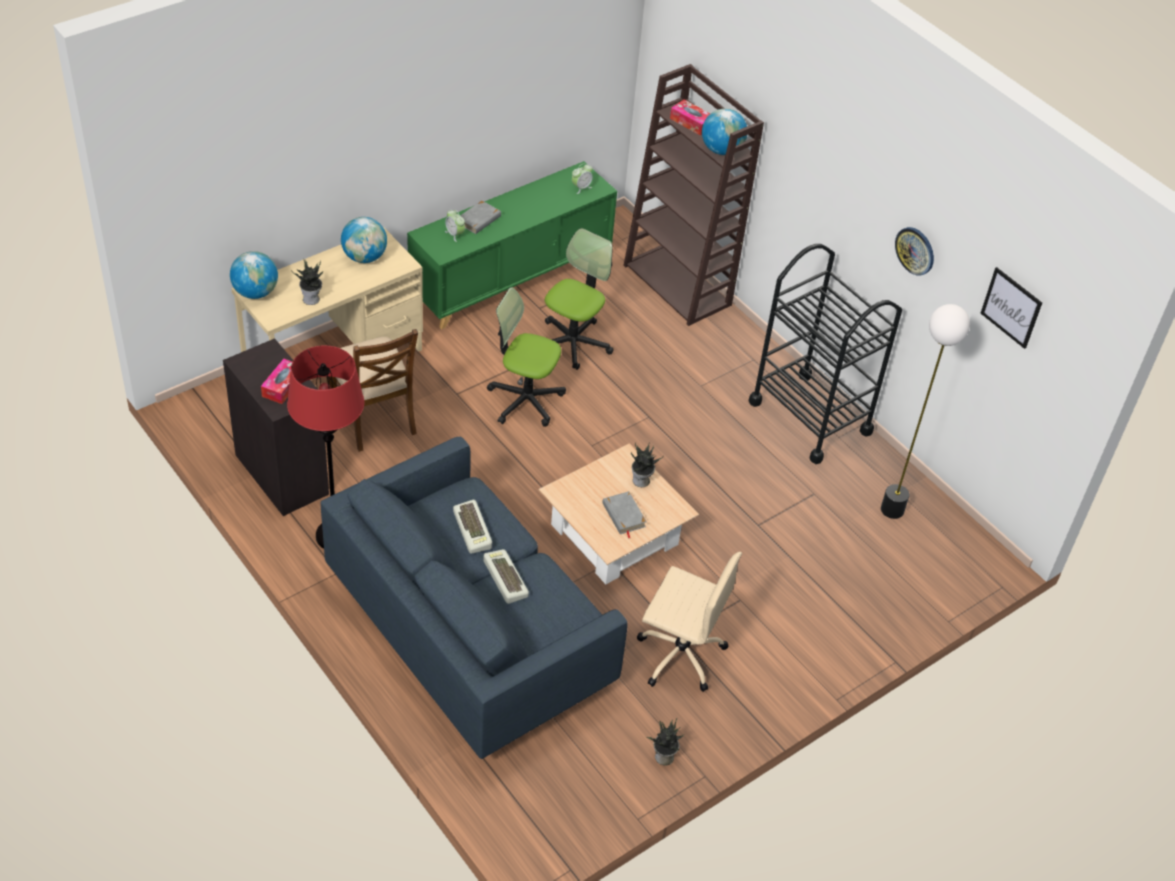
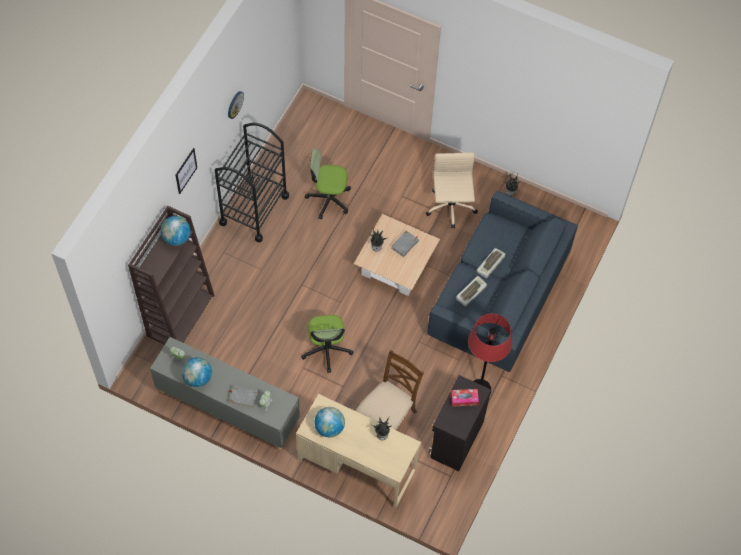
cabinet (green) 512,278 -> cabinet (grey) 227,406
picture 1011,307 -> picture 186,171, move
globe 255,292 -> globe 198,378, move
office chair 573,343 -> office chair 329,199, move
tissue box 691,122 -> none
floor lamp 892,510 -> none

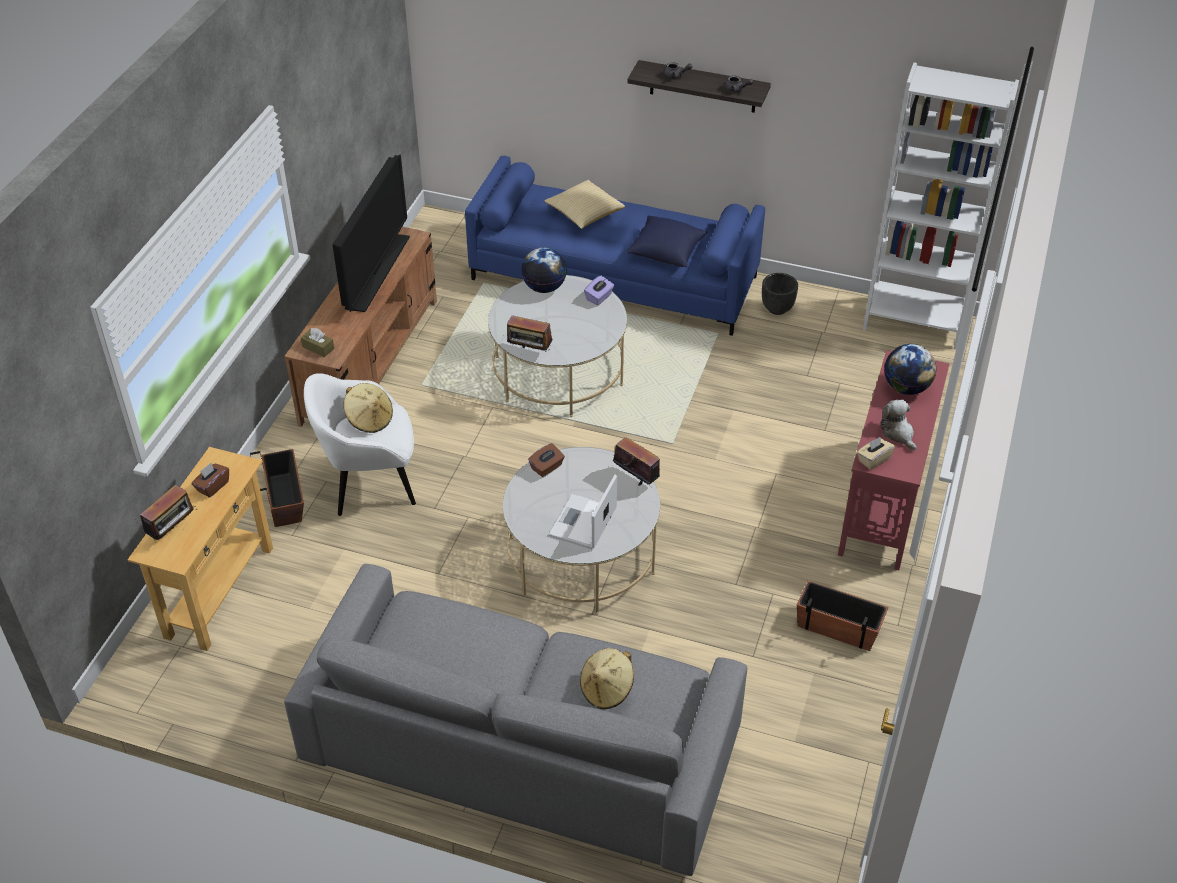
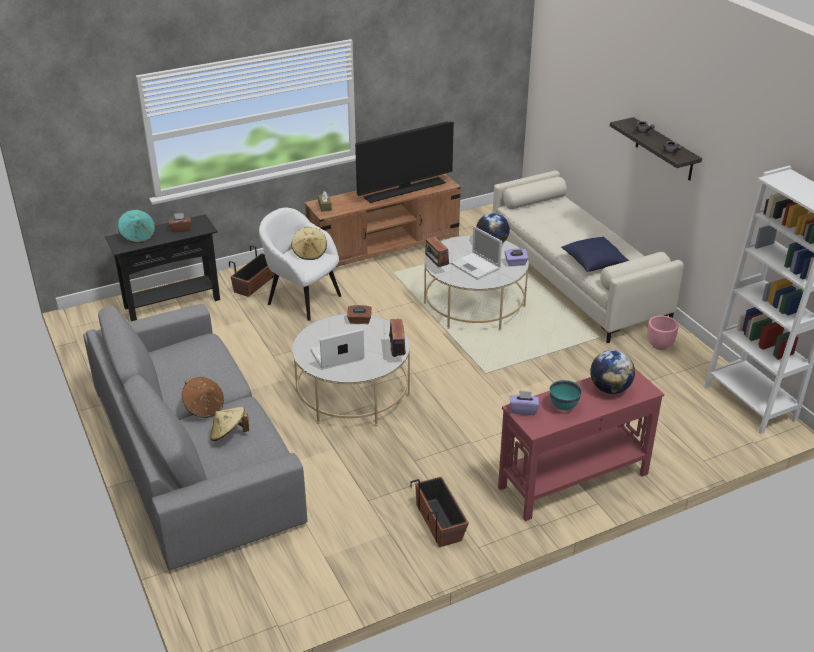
console table (beige) 219,592 -> console table (black) 172,303
radio 173,531 -> hat (turquoise) 138,236
none -> hat (brown) 204,407
none -> laptop 476,266
sofa (blue) 615,278 -> sofa (beige) 577,279
tissue box (beige) 873,459 -> tissue box (purple) 523,410
plush toy 898,433 -> bowl (turquoise) 563,407
planter (black) 777,309 -> planter (pink) 660,345
pillow 584,213 -> none

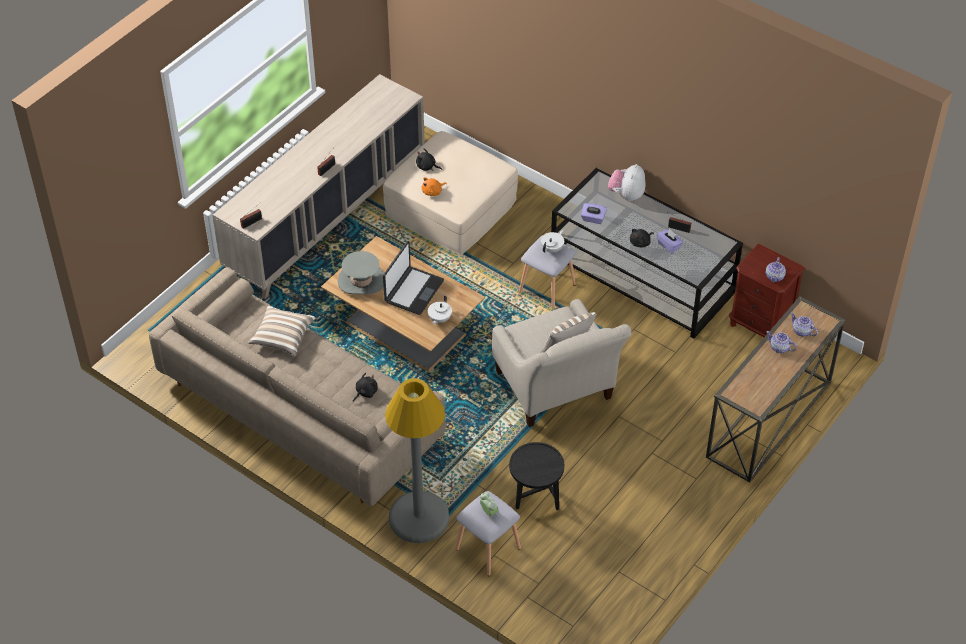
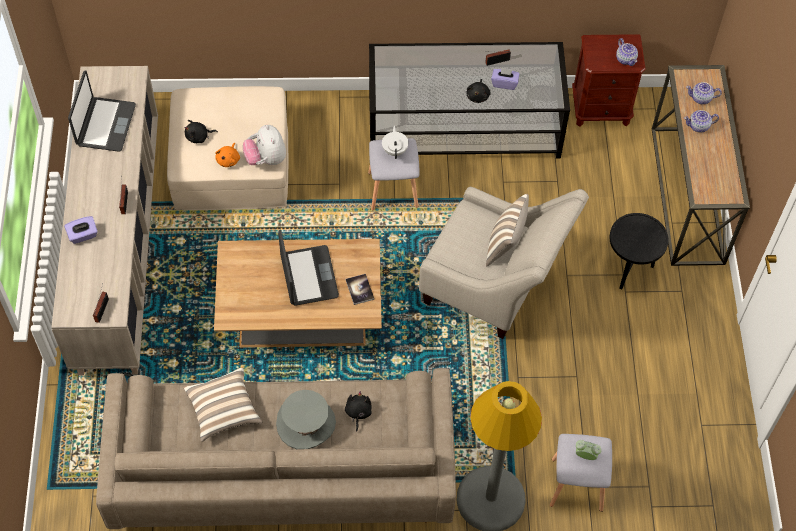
tissue box (purple) 593,219 -> tissue box (purple) 83,235, move
none -> laptop 105,125
plush toy 626,194 -> plush toy 266,159, move
hat (grey) 361,280 -> hat (grey) 306,423, move
teapot (white) 439,319 -> book 359,289
side table (black) 535,501 -> side table (black) 628,271, move

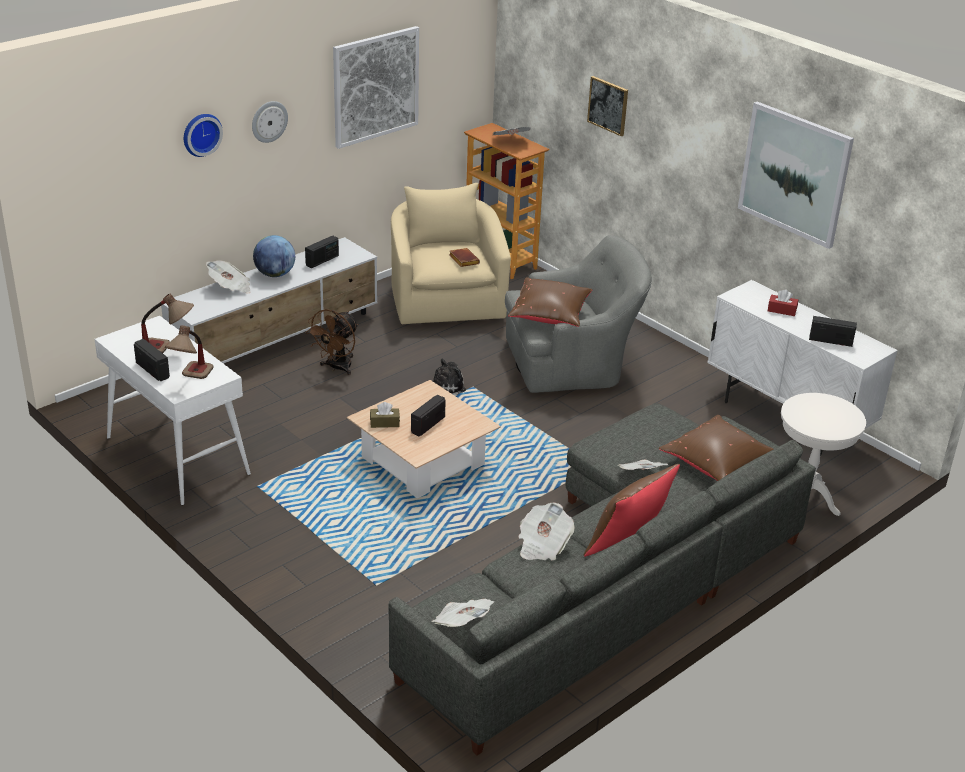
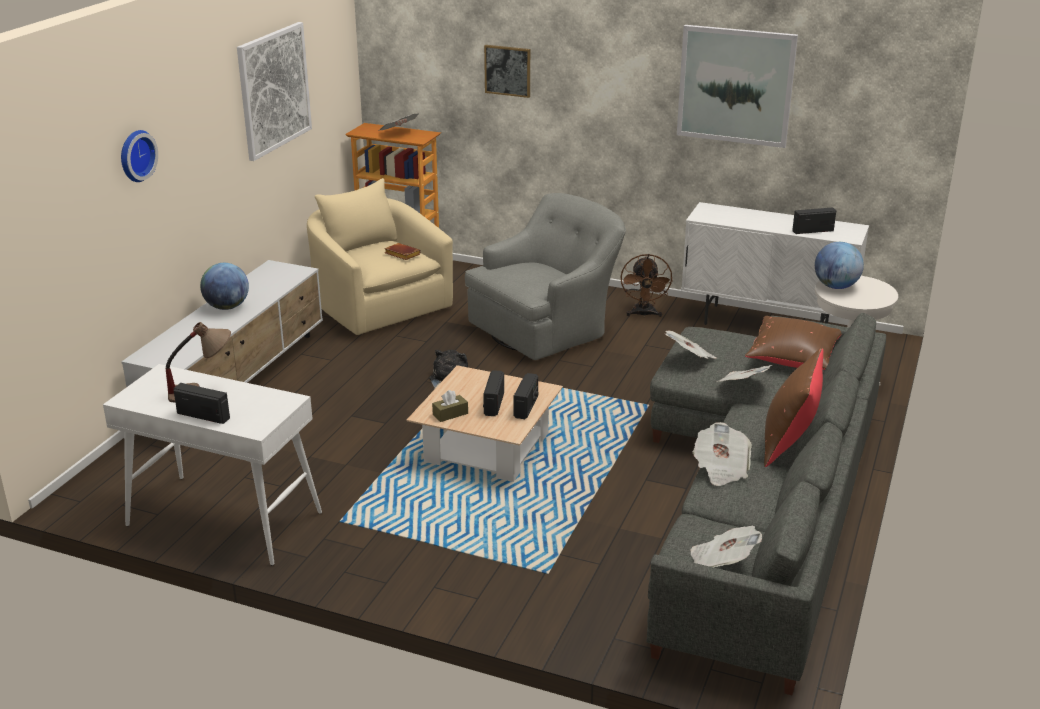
radio 322,260 -> radio 526,407, move
fan (brown) 337,368 -> fan (brown) 644,314, move
newspaper 230,287 -> newspaper 689,358, move
none -> globe 836,286
table lamp 192,379 -> none
wall clock 269,121 -> none
pillow (brown) 550,316 -> none
tissue box (red) 781,310 -> none

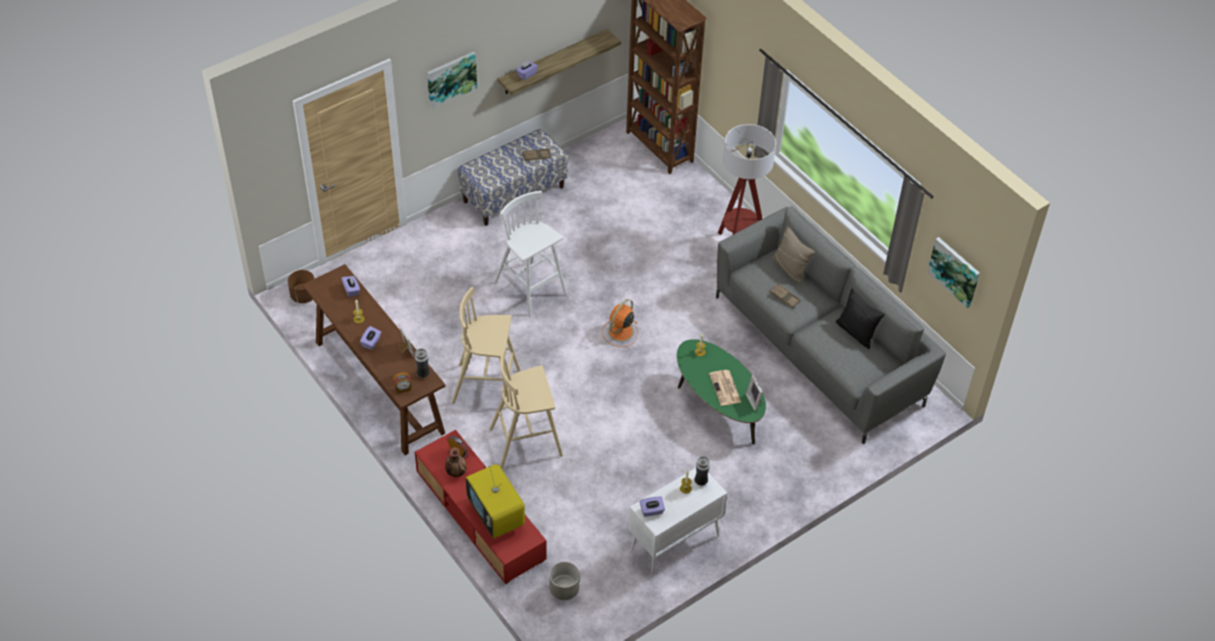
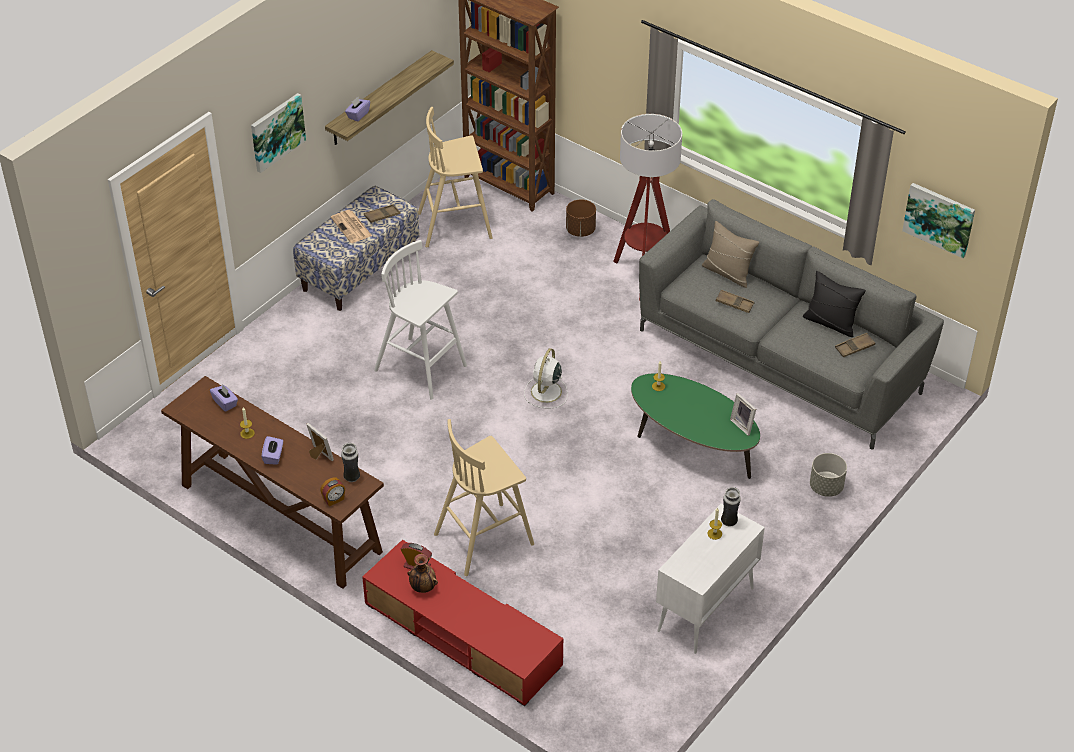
newspaper 725,388 -> newspaper 352,227, move
stool (beige) 487,386 -> stool (beige) 456,225, move
fan (orange) 620,332 -> fan (white) 545,392
planter (brown) 303,296 -> planter (brown) 580,230, move
planter (grey) 564,589 -> planter (grey) 825,487, move
none -> tray (brown) 854,347
television 496,516 -> none
tissue box (purple) 652,511 -> none

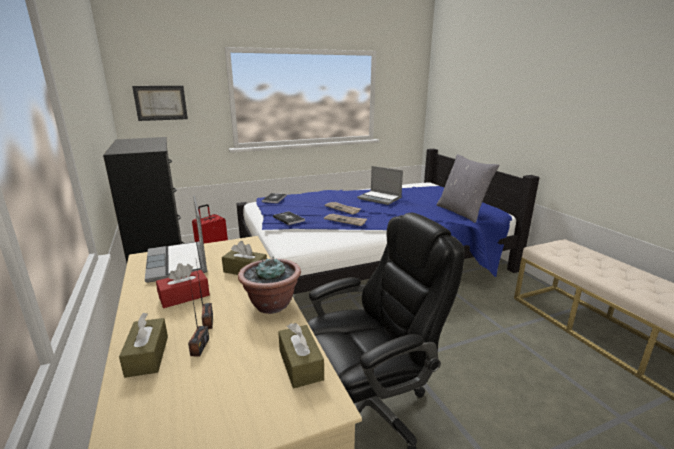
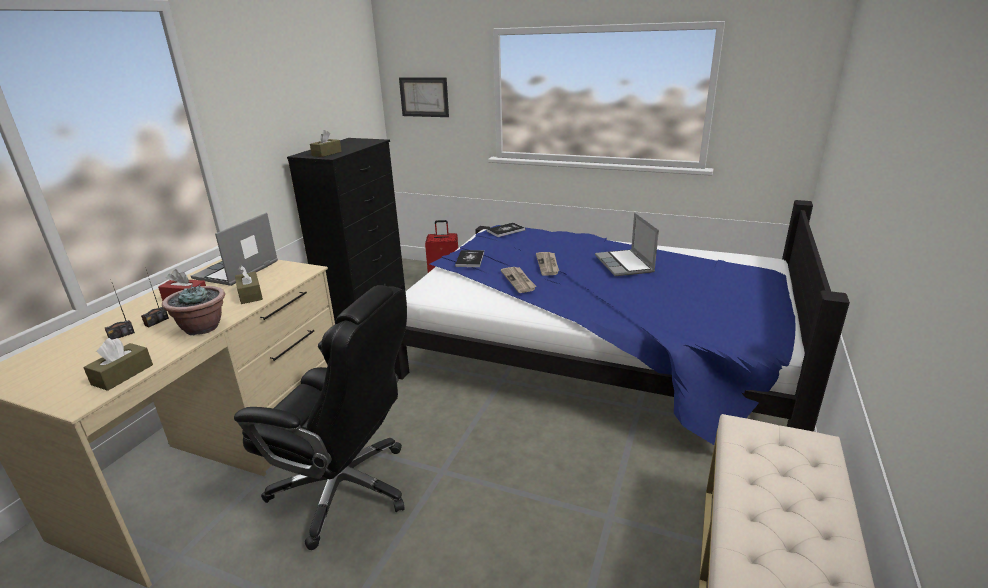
tissue box (brown) 147,356 -> tissue box (brown) 326,153, move
pillow (grey) 462,212 -> none

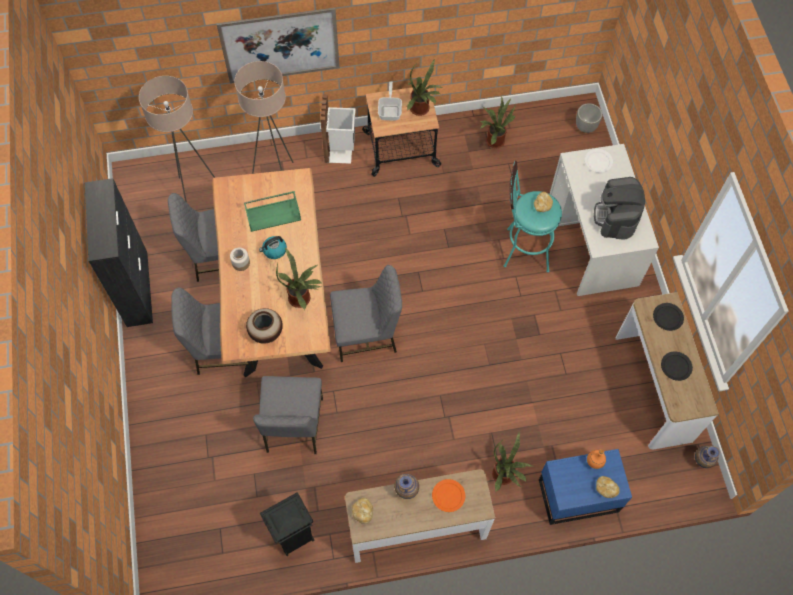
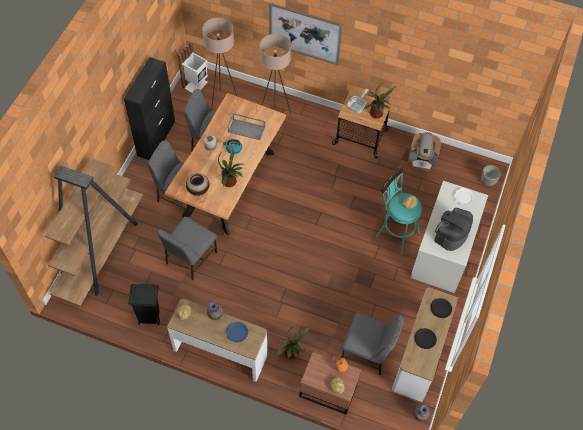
none -> bookcase (brown) 101,251
trash can (white) 340,150 -> trash can (white) 196,84, move
plate (orange) 448,496 -> plate (blue) 237,332
tray (green) 273,214 -> tray (grey) 247,129
nightstand (blue) 576,494 -> nightstand (brown) 327,389
chair (grey) 367,334 -> chair (grey) 367,352, move
potted plant 494,140 -> coffee machine 422,160

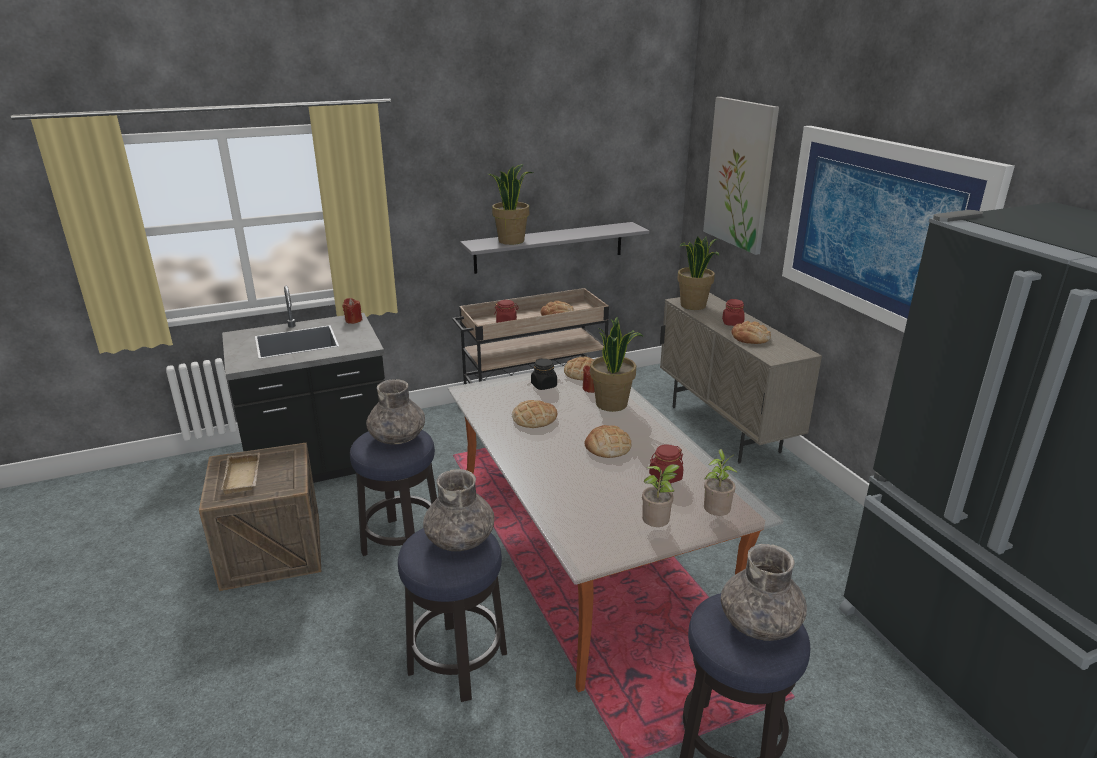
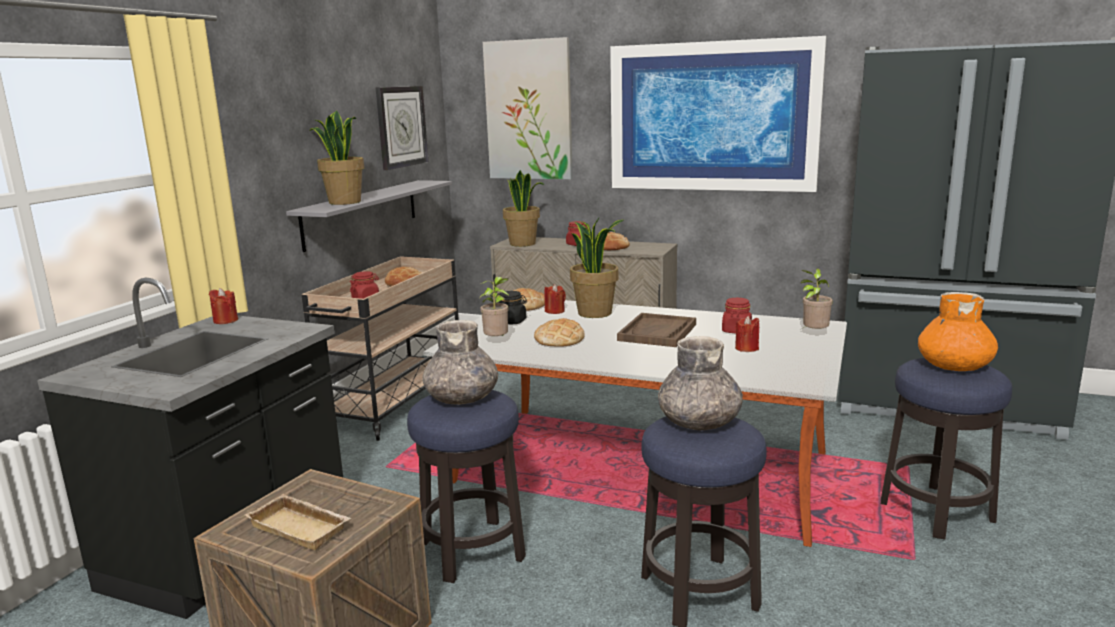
none -> wall clock 401,126
potted plant 657,528 -> potted plant 497,341, move
bread 607,446 -> tray (brown) 657,332
none -> candle (red) 746,348
vase (grey) 760,623 -> vase (orange) 954,366

